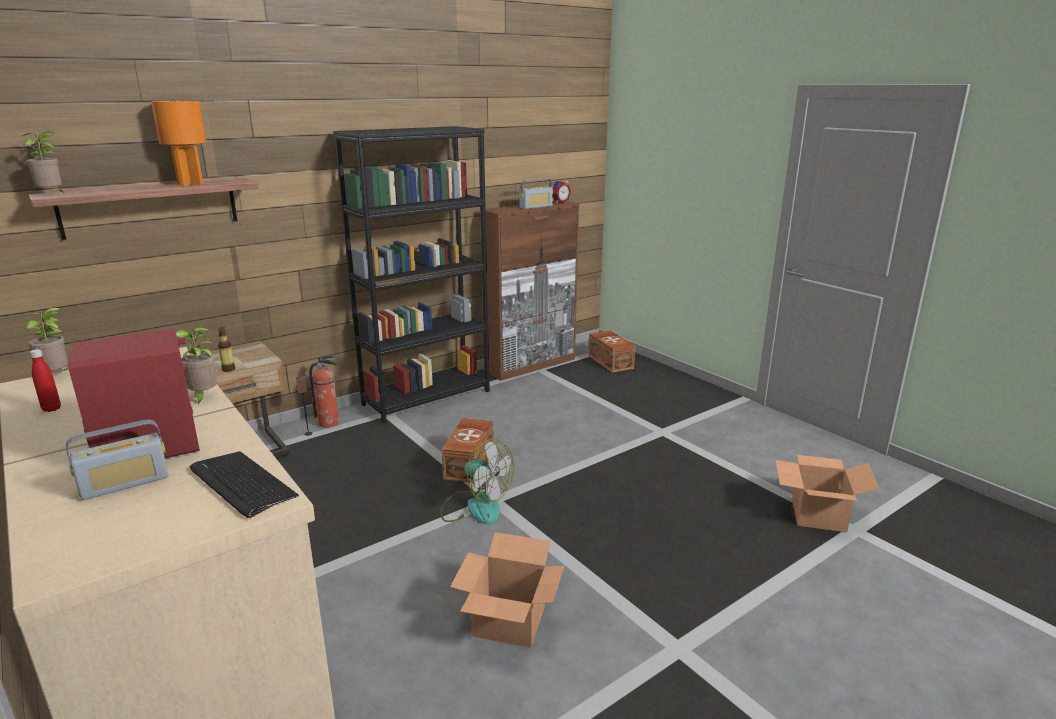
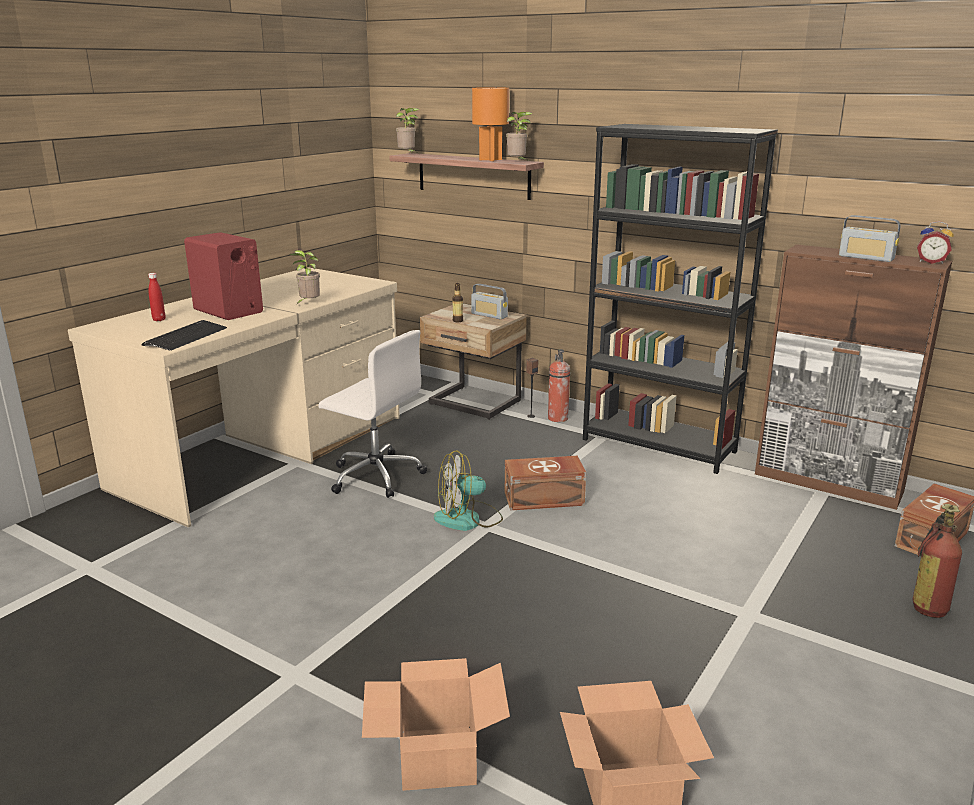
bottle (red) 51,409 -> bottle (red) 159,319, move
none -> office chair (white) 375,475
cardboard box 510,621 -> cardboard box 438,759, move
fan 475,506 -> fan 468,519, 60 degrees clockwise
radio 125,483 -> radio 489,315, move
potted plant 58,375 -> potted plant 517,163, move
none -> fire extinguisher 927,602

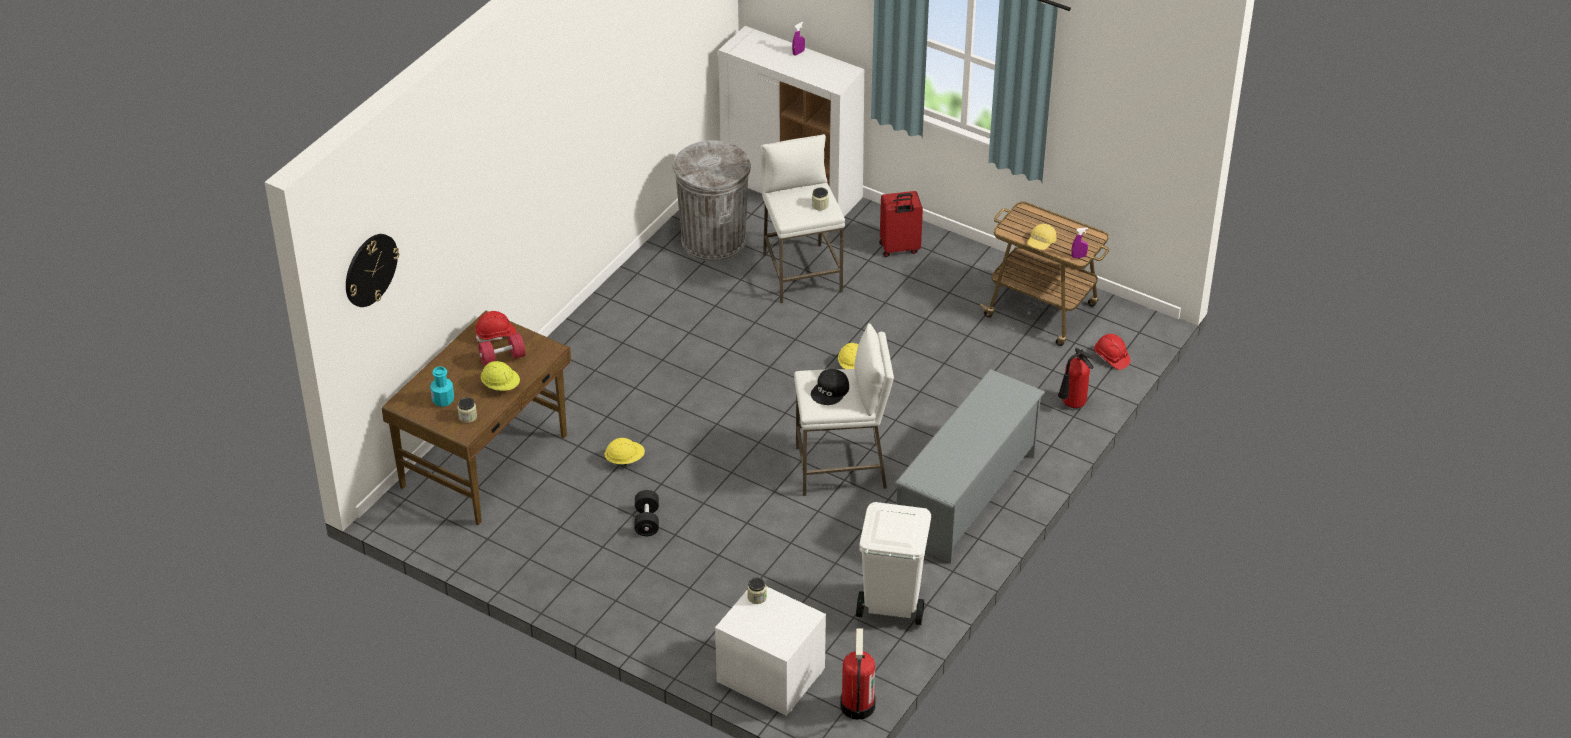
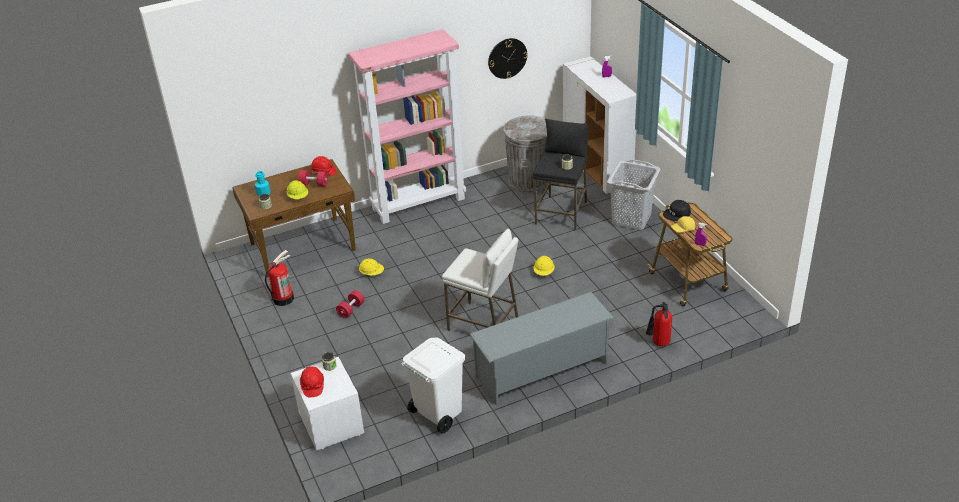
fire extinguisher 857,705 -> fire extinguisher 283,298, move
hard hat (red) 1111,358 -> hard hat (red) 312,386, move
dumbbell (black) 647,521 -> dumbbell (red) 351,310
none -> bookcase (pink) 419,203
wall clock 370,269 -> wall clock 507,58, move
stool (white) 801,273 -> stool (black) 561,213
suitcase (red) 899,249 -> laundry basket (grey) 631,219
cap (black) 830,391 -> cap (black) 677,214, move

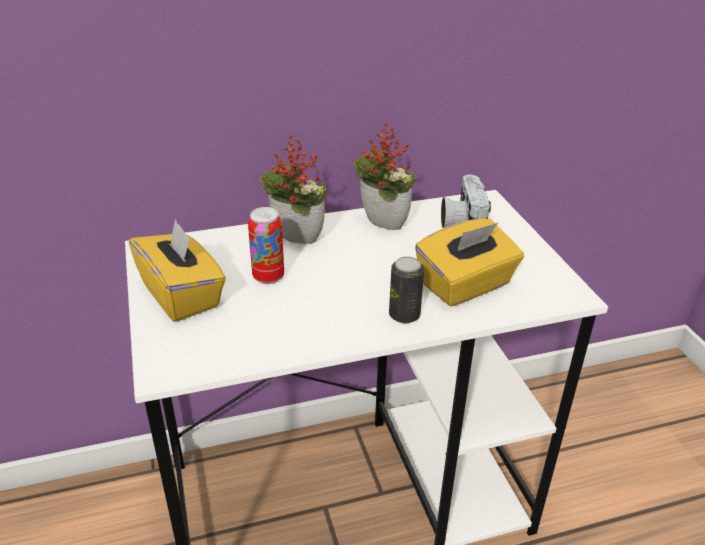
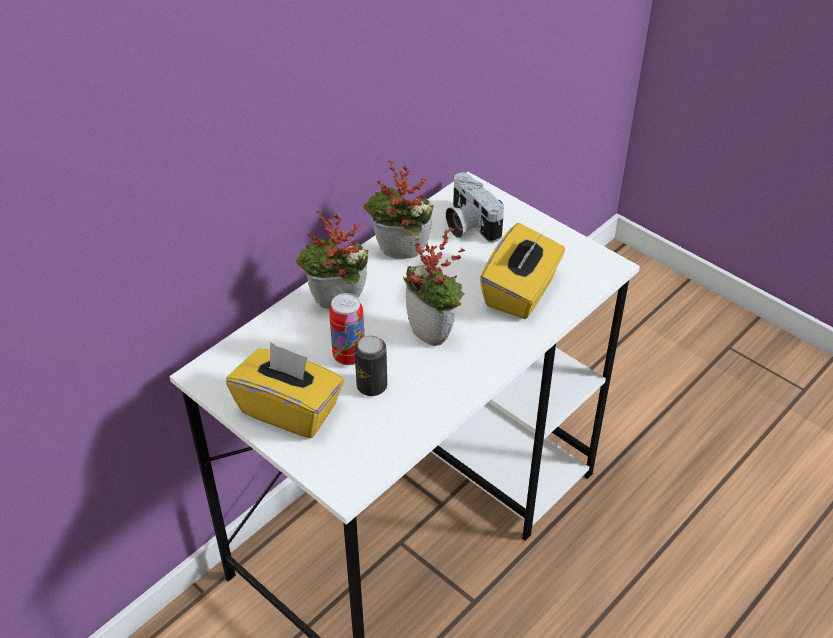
can 404,315 -> can 372,386, move
none -> potted plant 434,333

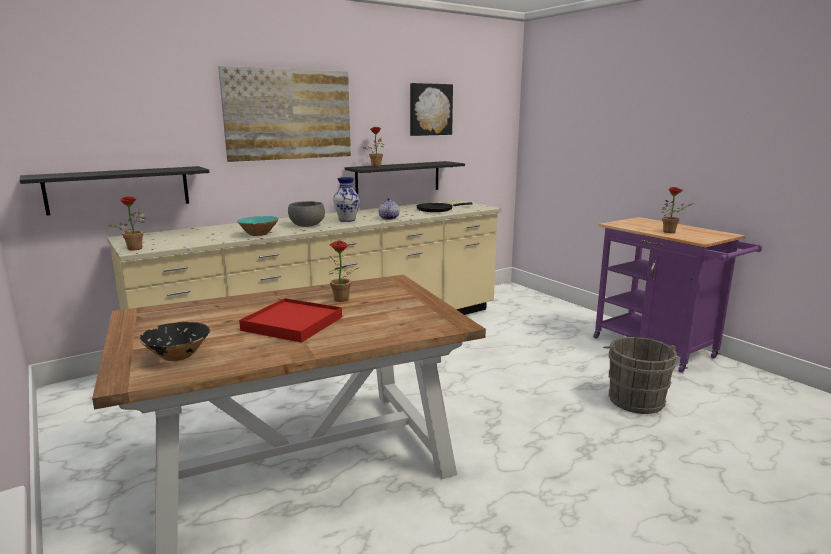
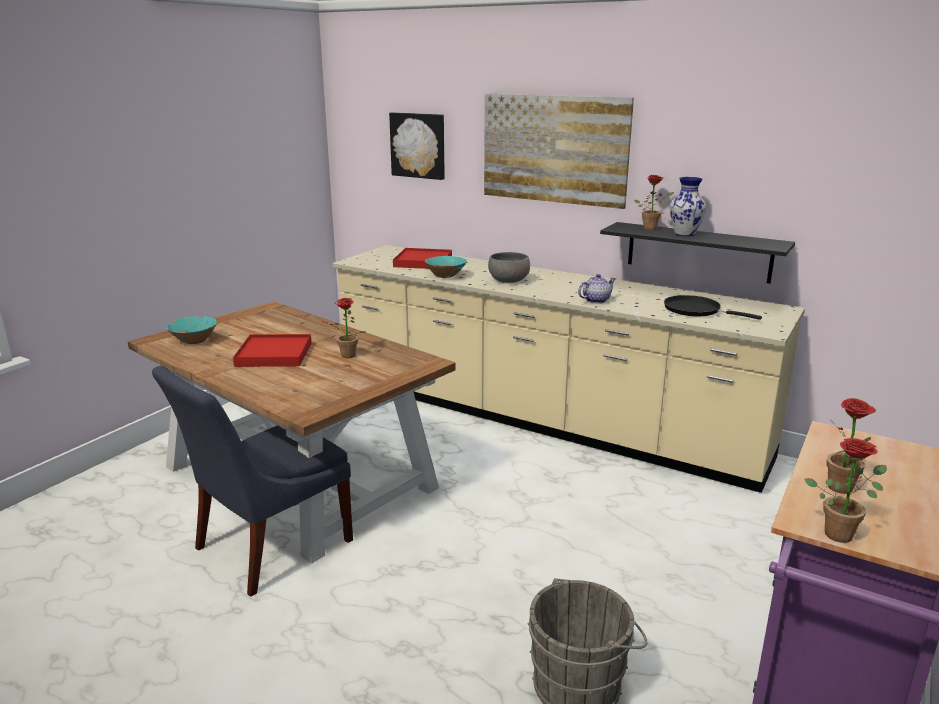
none -> chair (blue) 267,547
bowl (black) 178,356 -> bowl (turquoise) 194,341
picture 430,109 -> picture 418,145, move
none -> tray (red) 423,262
vase 346,220 -> vase 684,234, move
potted plant 135,248 -> potted plant 841,532, move
shelf (black) 119,189 -> none

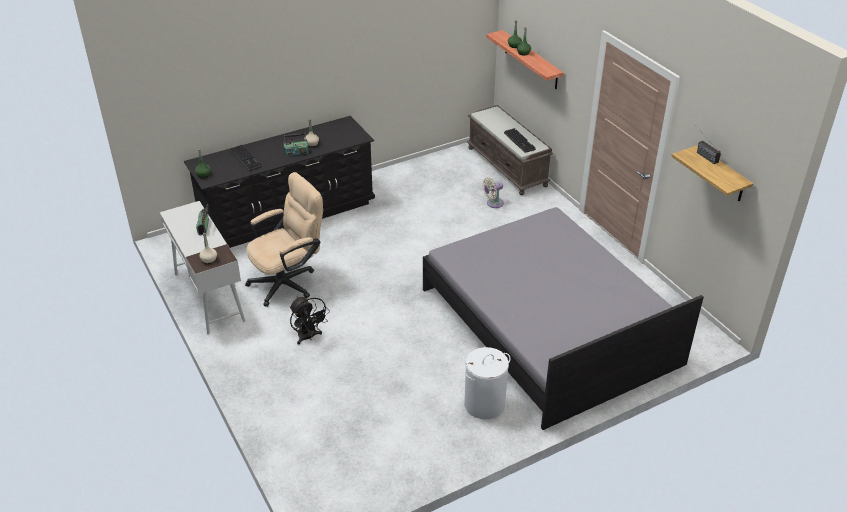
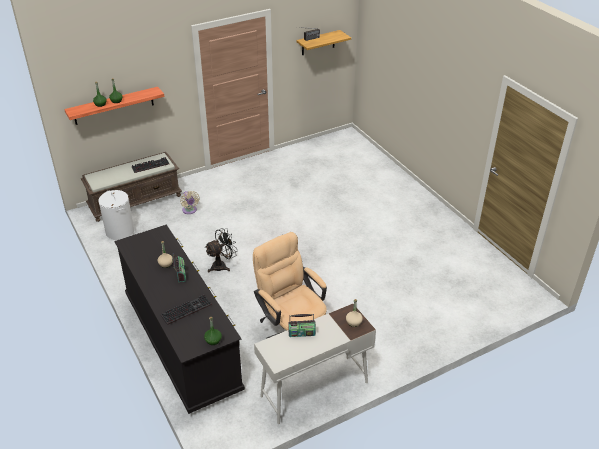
laundry basket (white) 484,404 -> laundry basket (white) 120,231, move
fan (black) 308,337 -> fan (black) 222,265, move
bed (grey) 549,325 -> none

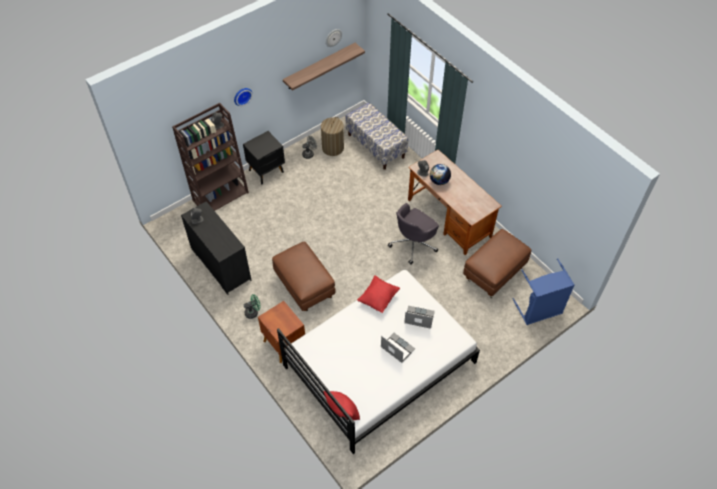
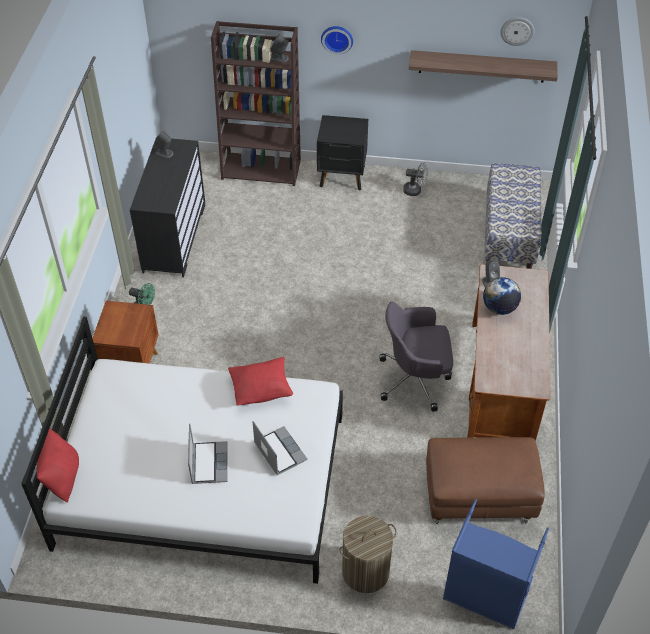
laundry basket 333,148 -> laundry basket 365,571, move
ottoman (brown) 304,287 -> none

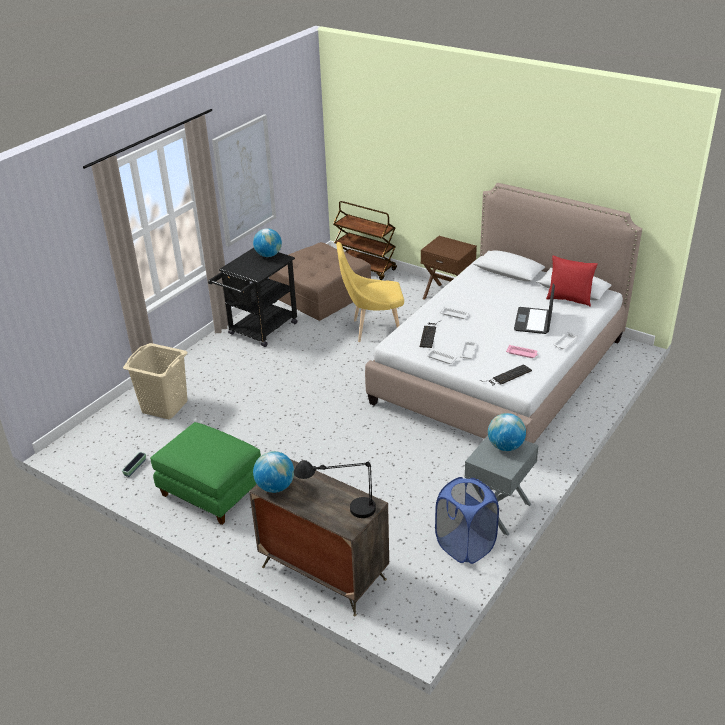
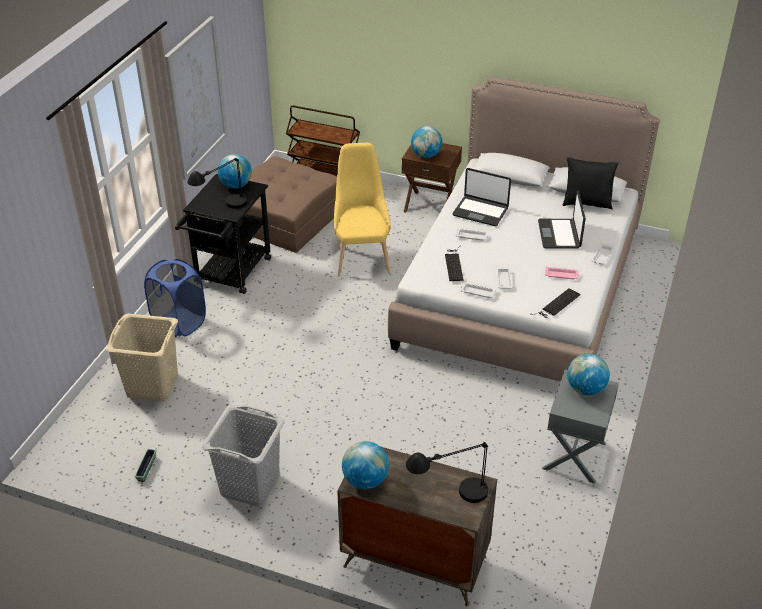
laundry basket (blue) 465,546 -> laundry basket (blue) 179,323, move
none -> table lamp (black) 222,210
ottoman (green) 210,492 -> laundry basket (grey) 249,485
chair (yellow) 373,330 -> chair (yellow) 361,257, 105 degrees clockwise
none -> globe 426,155
none -> laptop 480,211
pillow (red) 569,299 -> pillow (black) 586,203

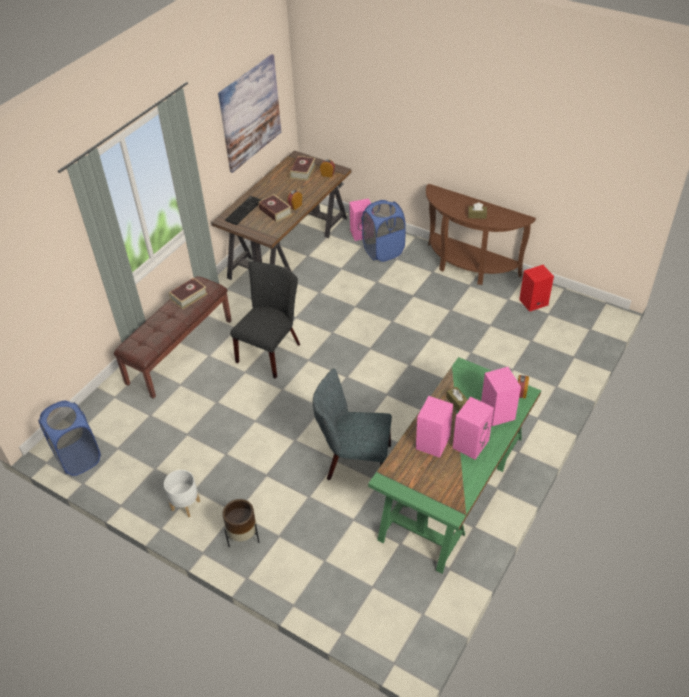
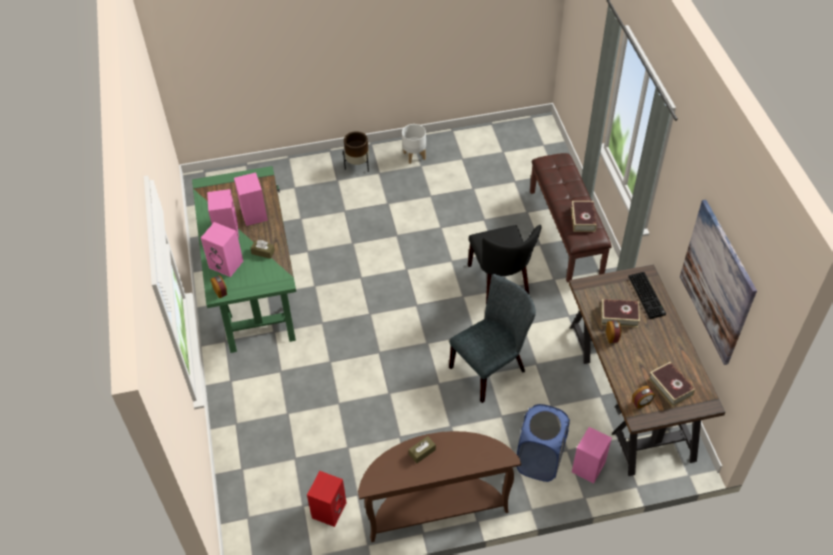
chair (grey) 354,462 -> chair (grey) 491,367, move
laundry basket (blue) 78,458 -> none

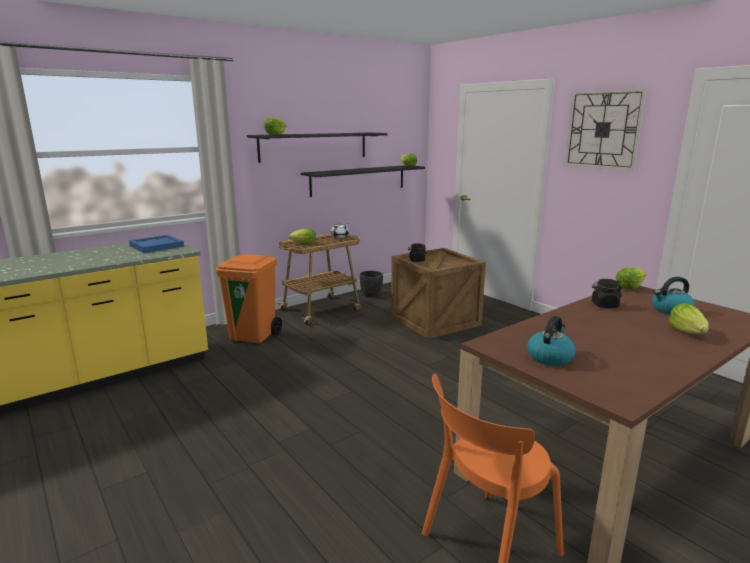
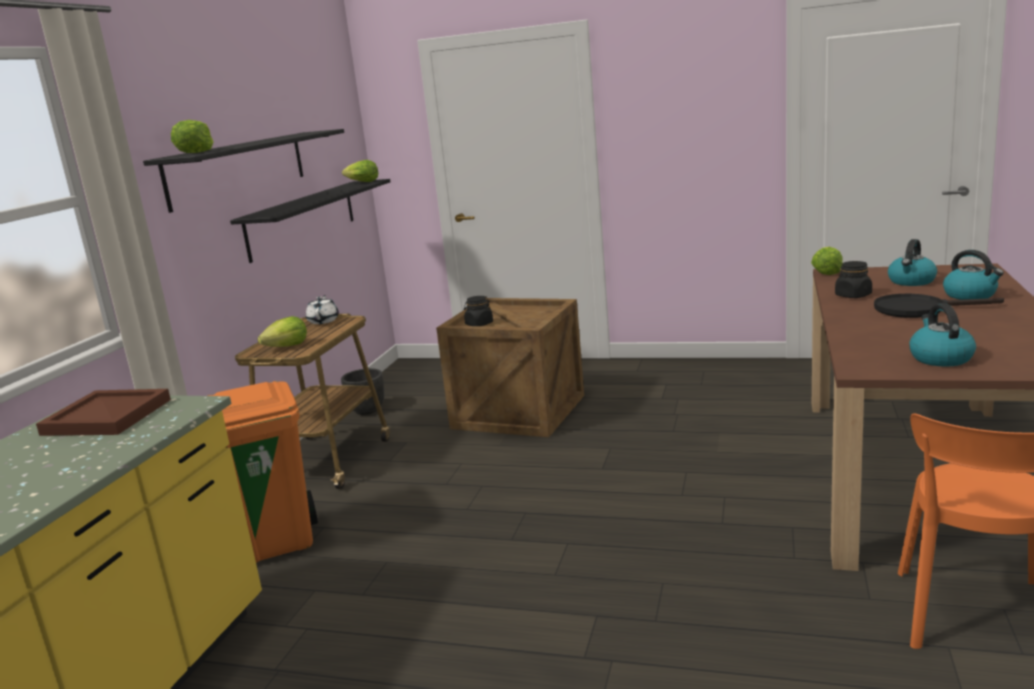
tray (blue) 156,246 -> tray (brown) 107,417
none -> frying pan (black) 919,309
lettuce 688,332 -> kettle 970,295
wall clock 603,129 -> none

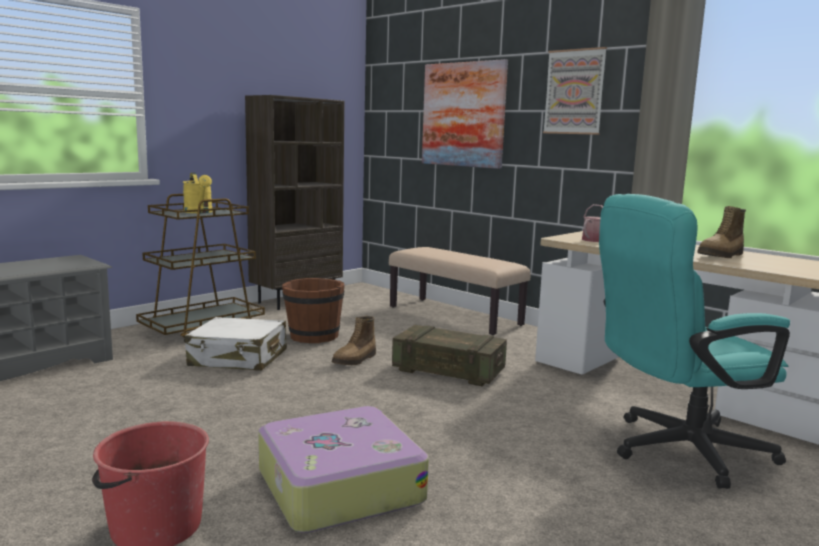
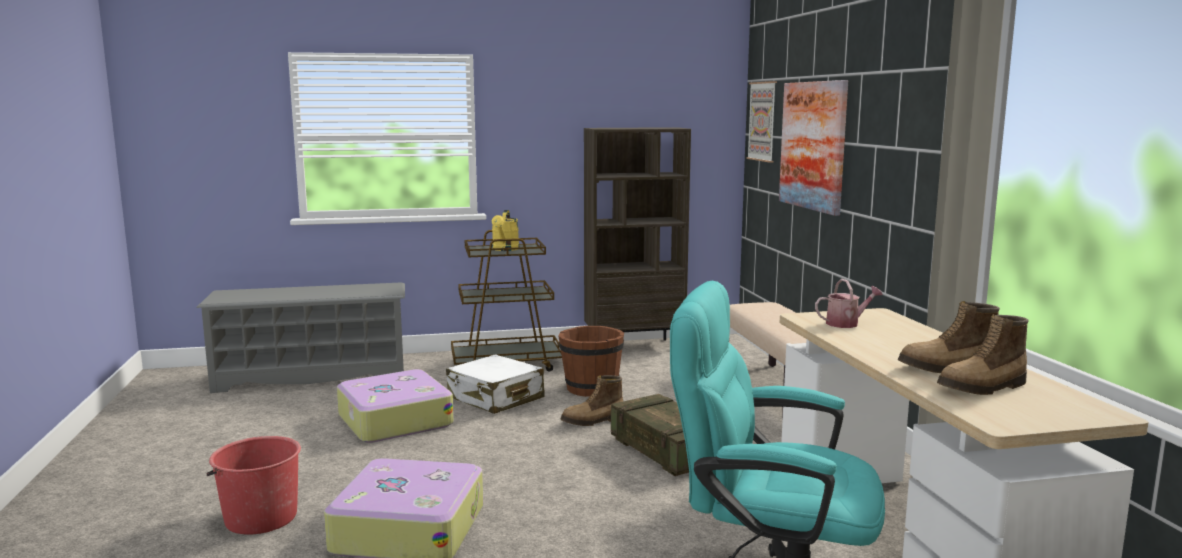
none -> suitcase 394,420
picture 574,92 -> picture 762,121, move
none -> boot 983,388

